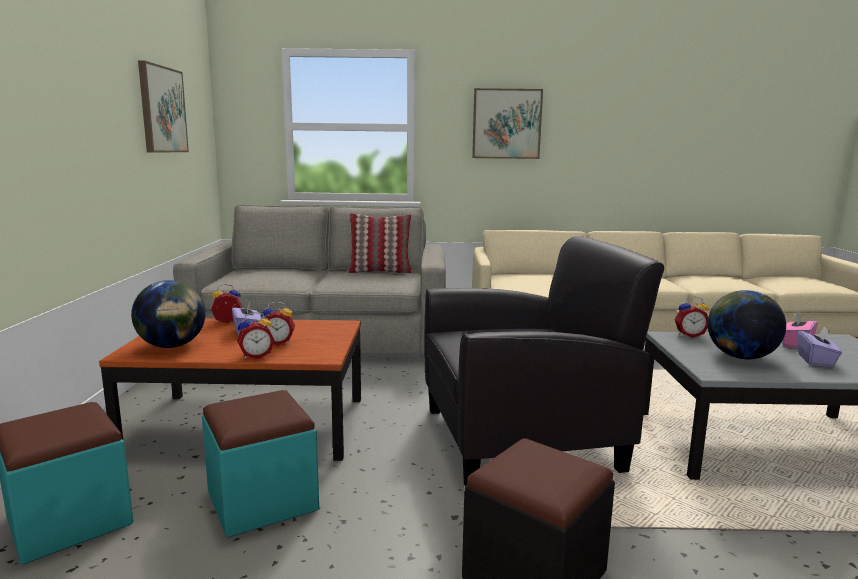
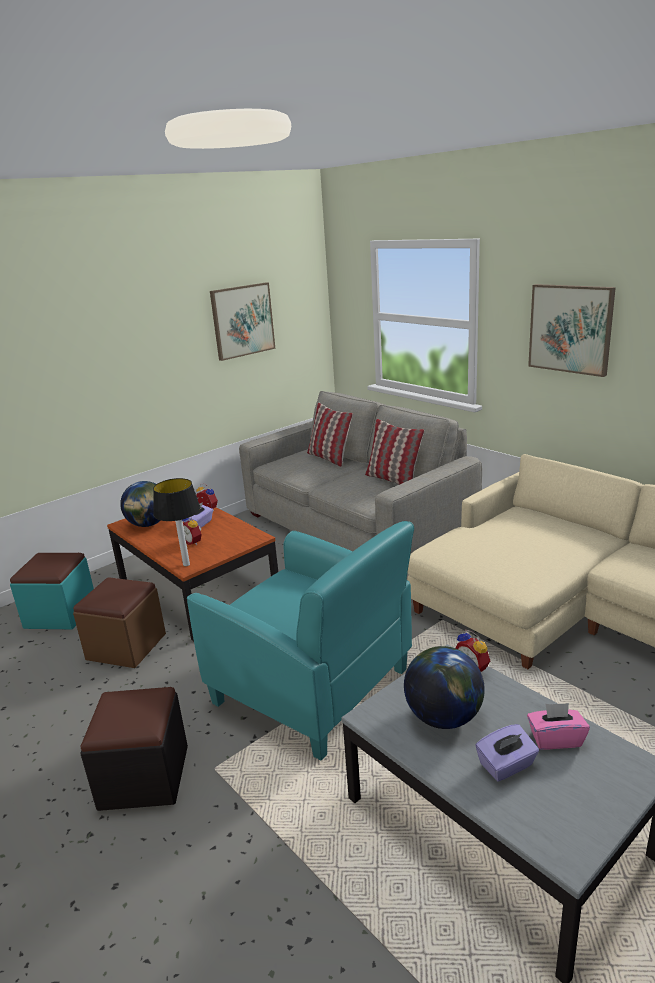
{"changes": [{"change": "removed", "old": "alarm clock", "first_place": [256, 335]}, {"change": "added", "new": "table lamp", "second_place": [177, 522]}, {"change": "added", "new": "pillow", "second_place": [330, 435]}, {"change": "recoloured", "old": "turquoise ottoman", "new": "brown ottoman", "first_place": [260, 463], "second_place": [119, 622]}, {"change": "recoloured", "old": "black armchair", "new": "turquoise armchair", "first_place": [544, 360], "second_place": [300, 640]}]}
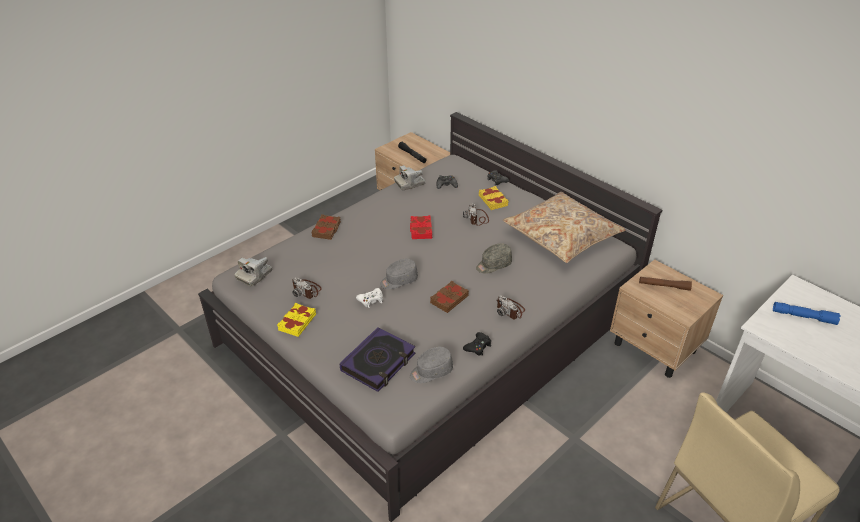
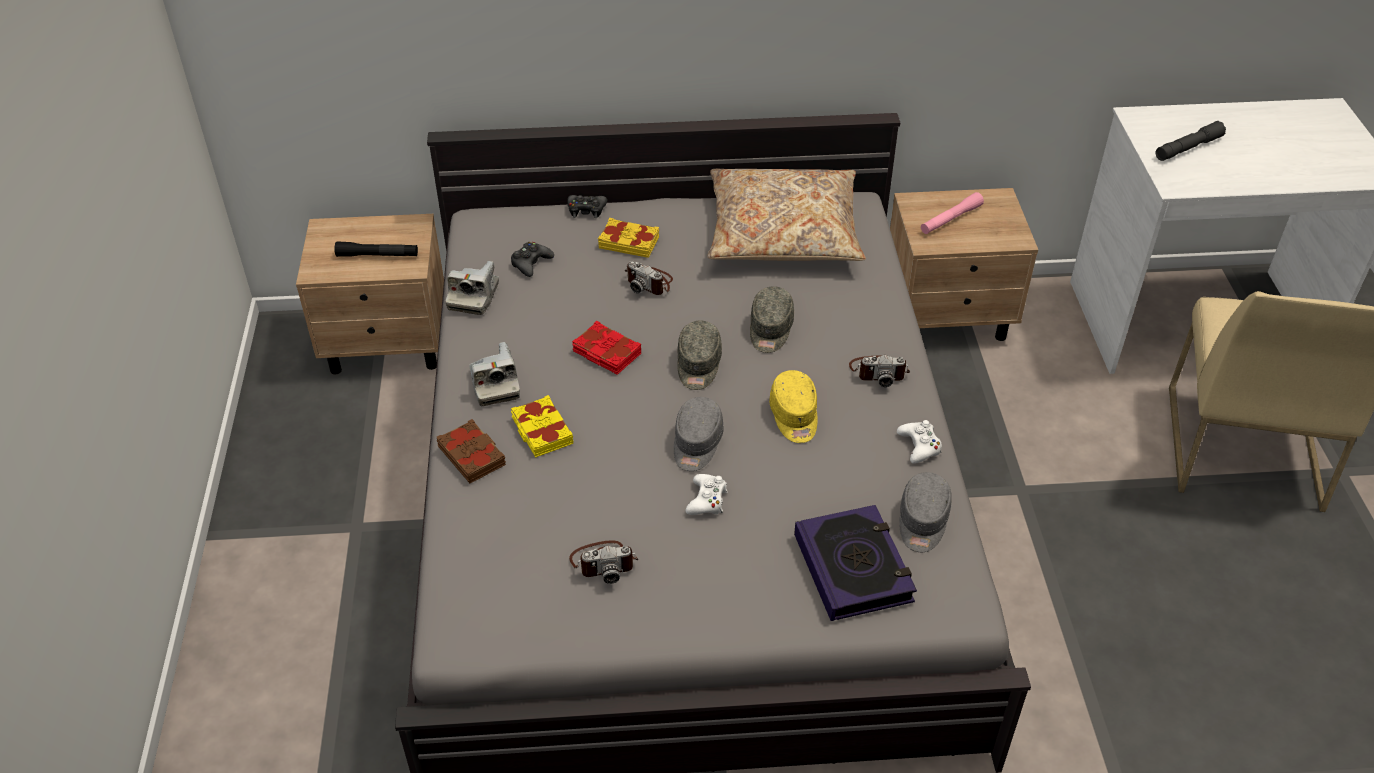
{"changes": [{"change": "added", "new": "grey cap", "second_place": [699, 355]}, {"change": "moved", "old": "photo camera", "first_place": [253, 272], "second_place": [494, 374]}, {"change": "moved", "old": "yellow book", "first_place": [296, 320], "second_place": [542, 426]}, {"change": "replaced", "old": "brown book", "new": "yellow cap", "first_place": [449, 297], "second_place": [793, 406]}, {"change": "recoloured", "old": "black game controller", "new": "white game controller", "first_place": [477, 344], "second_place": [919, 442]}, {"change": "recoloured", "old": "brown flashlight", "new": "pink flashlight", "first_place": [665, 284], "second_place": [952, 213]}, {"change": "recoloured", "old": "blue flashlight", "new": "grey flashlight", "first_place": [806, 313], "second_place": [1191, 141]}]}
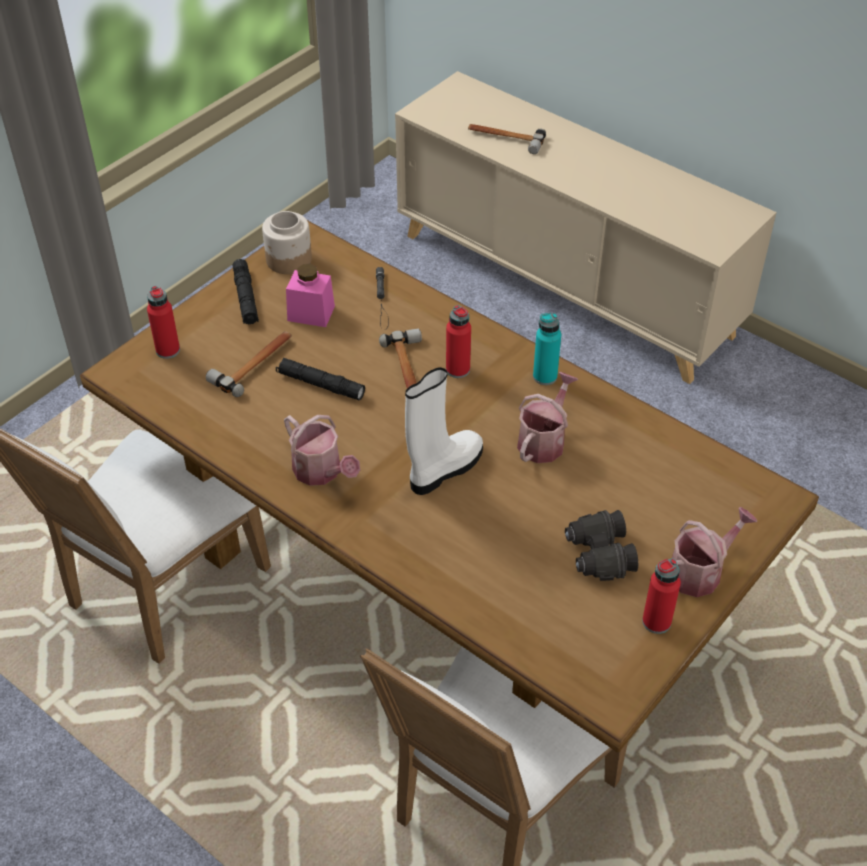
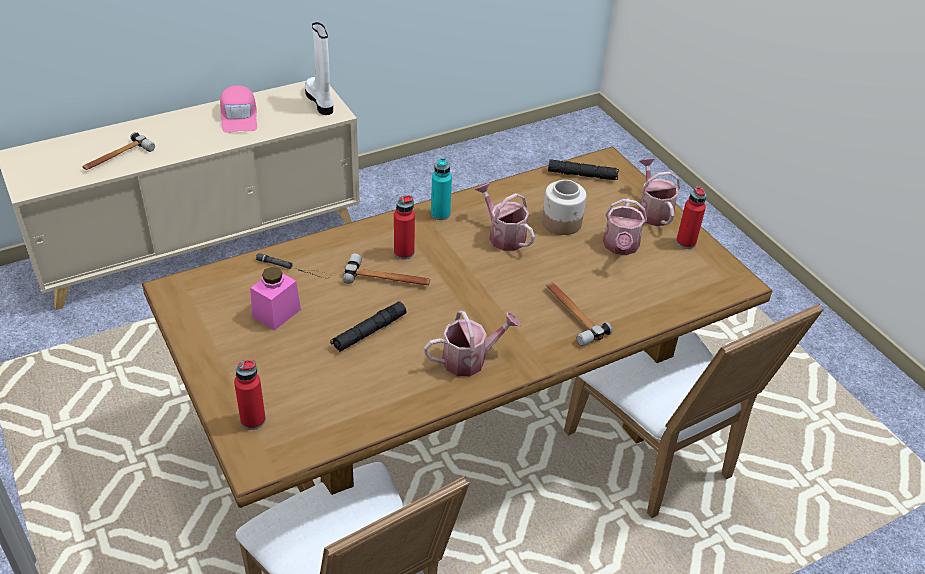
{"changes": [{"change": "added", "new": "pink cap", "second_place": [238, 109]}, {"change": "moved", "old": "hammer", "first_place": [249, 364], "second_place": [579, 314]}, {"change": "moved", "old": "black flashlight", "first_place": [246, 291], "second_place": [583, 170]}, {"change": "moved", "old": "jar", "first_place": [287, 242], "second_place": [564, 207]}, {"change": "moved", "old": "white boot", "first_place": [444, 431], "second_place": [319, 68]}, {"change": "replaced", "old": "black binoculars", "new": "watering can", "first_place": [601, 545], "second_place": [625, 226]}]}
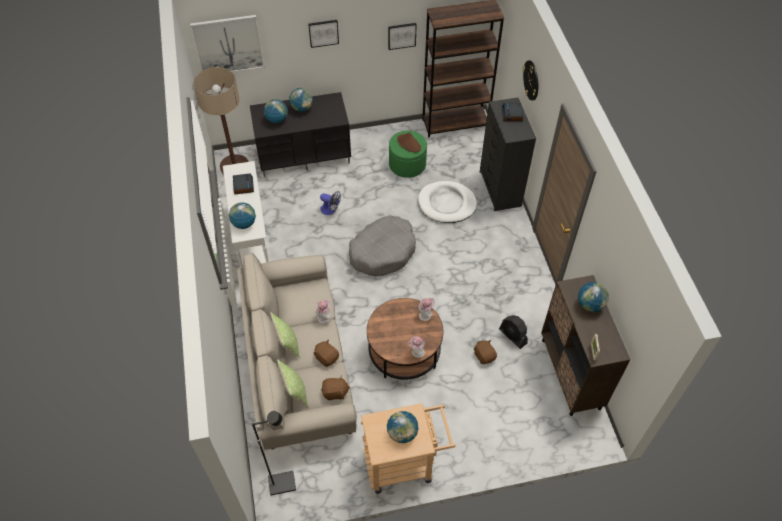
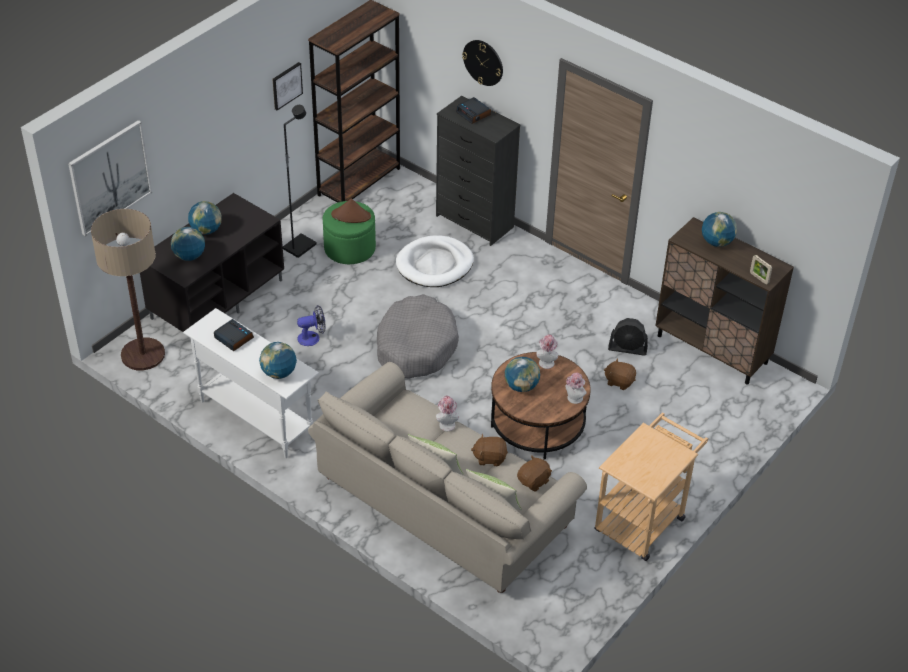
{"changes": [{"change": "removed", "old": "picture", "first_place": [323, 34]}, {"change": "moved", "old": "black floor lamp", "first_place": [274, 453], "second_place": [299, 181]}, {"change": "moved", "old": "globe", "first_place": [402, 427], "second_place": [522, 374]}]}
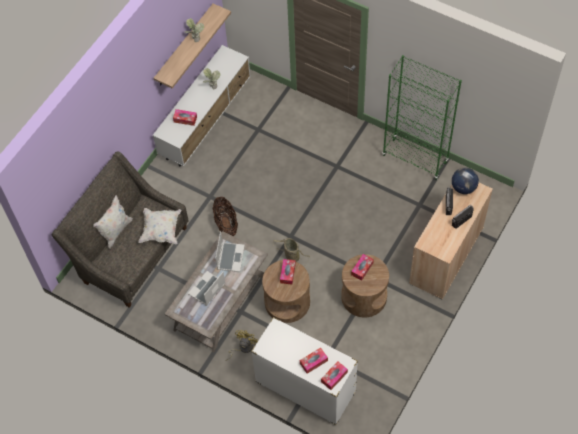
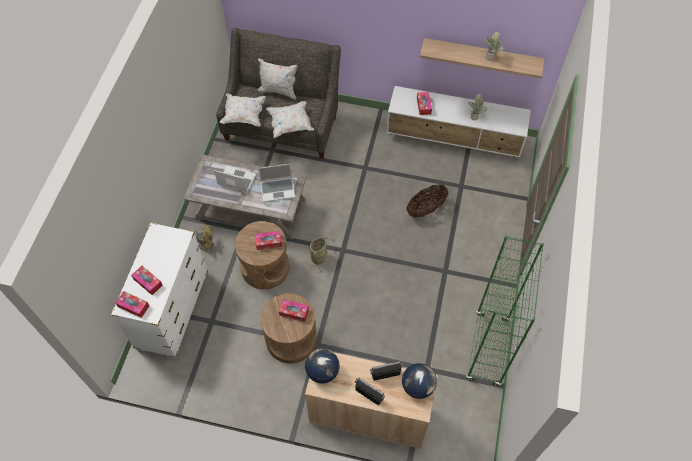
{"changes": [{"change": "added", "new": "white pillow", "second_place": [243, 110]}, {"change": "added", "new": "globe", "second_place": [322, 365]}, {"change": "moved", "old": "basket", "first_place": [225, 216], "second_place": [427, 201]}]}
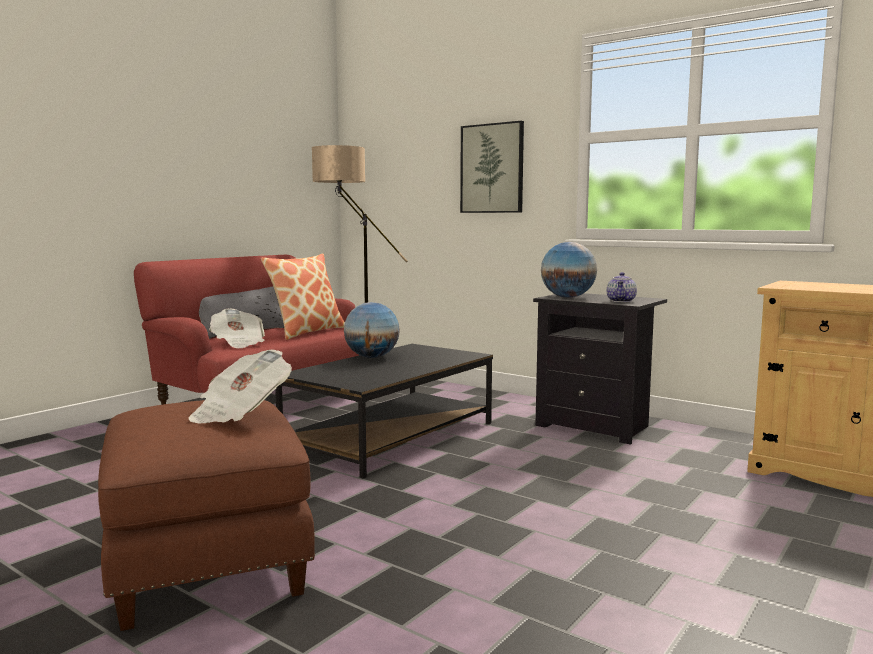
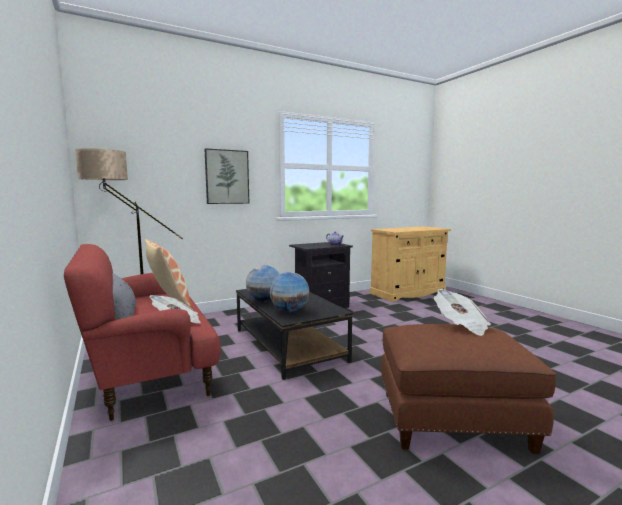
{"changes": [{"change": "moved", "old": "globe", "first_place": [569, 270], "second_place": [289, 292]}]}
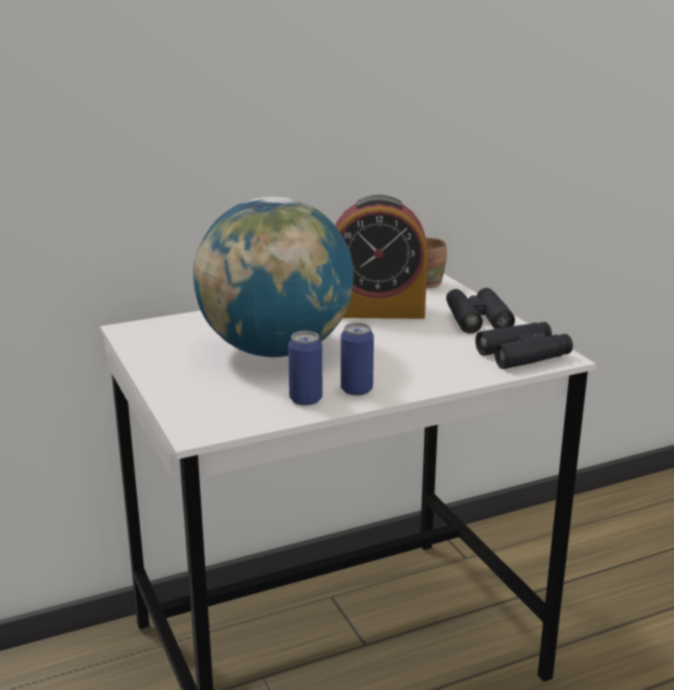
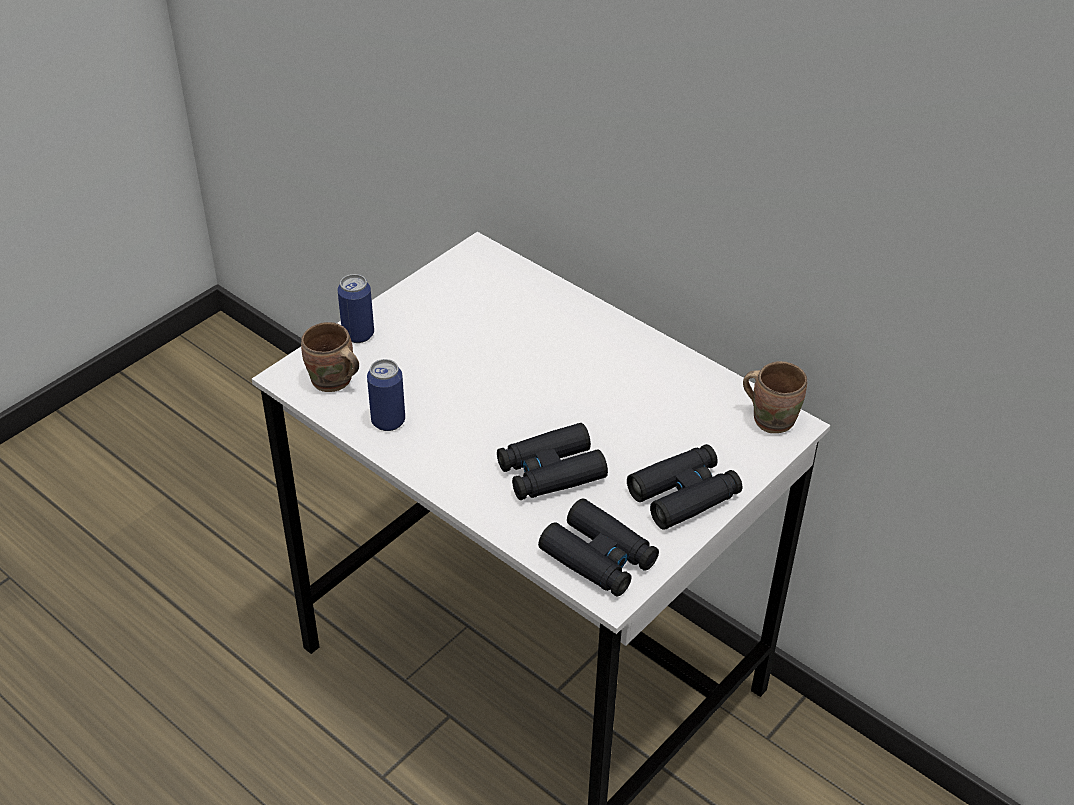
{"changes": [{"change": "removed", "old": "globe", "first_place": [273, 276]}, {"change": "removed", "old": "alarm clock", "first_place": [381, 256]}, {"change": "added", "new": "brown mug", "second_place": [330, 357]}, {"change": "added", "new": "black binoculars", "second_place": [552, 461]}, {"change": "moved", "old": "can", "first_place": [357, 359], "second_place": [355, 308]}]}
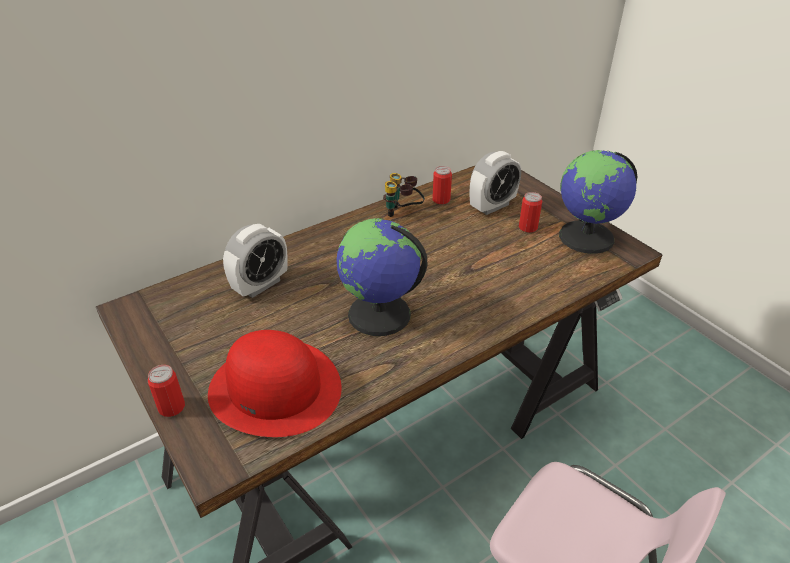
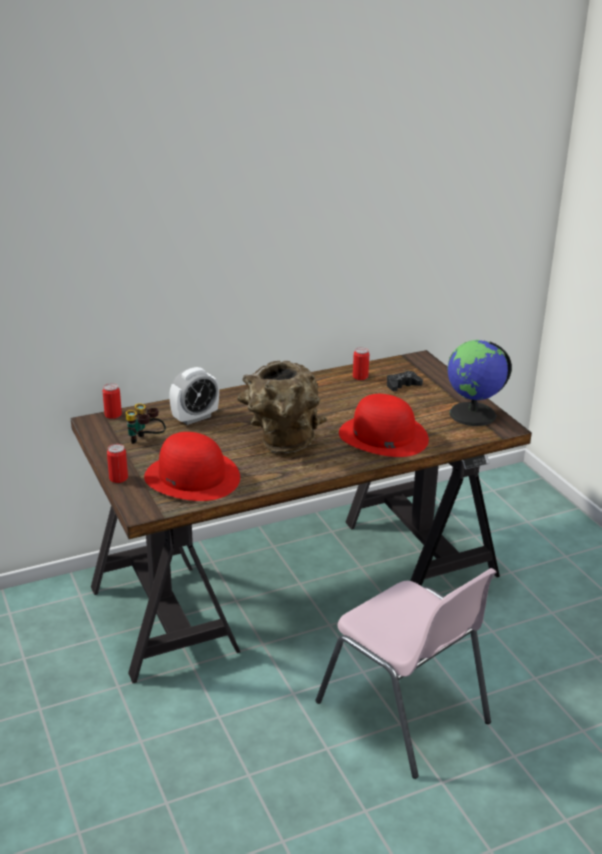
{"changes": [{"change": "added", "new": "red hat", "second_place": [384, 425]}, {"change": "moved", "old": "binoculars", "first_place": [404, 195], "second_place": [146, 423]}, {"change": "moved", "old": "can", "first_place": [530, 212], "second_place": [112, 401]}, {"change": "replaced", "old": "globe", "new": "brown vase", "first_place": [381, 277], "second_place": [282, 407]}, {"change": "replaced", "old": "alarm clock", "new": "black game controller", "first_place": [495, 183], "second_place": [405, 381]}]}
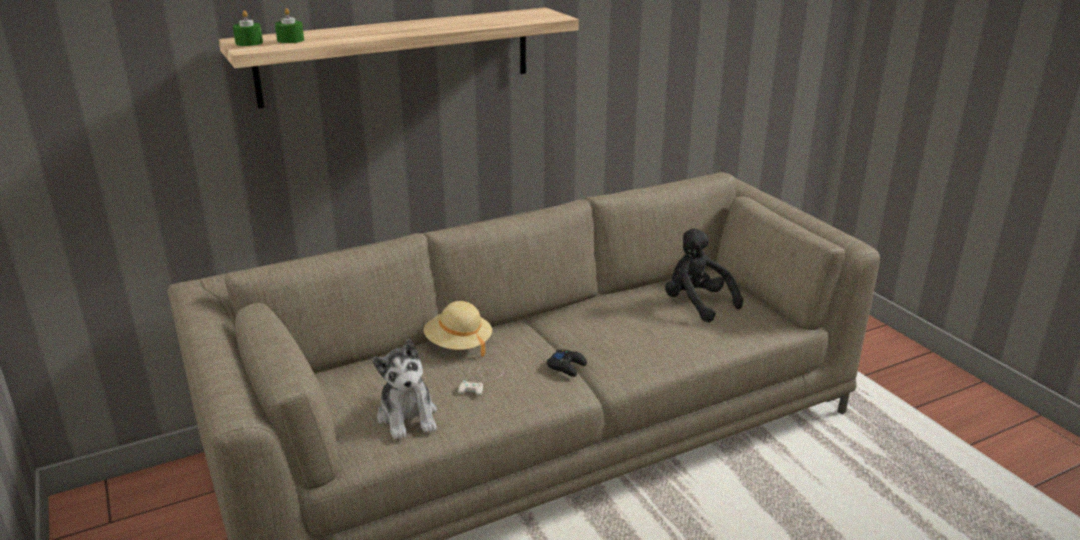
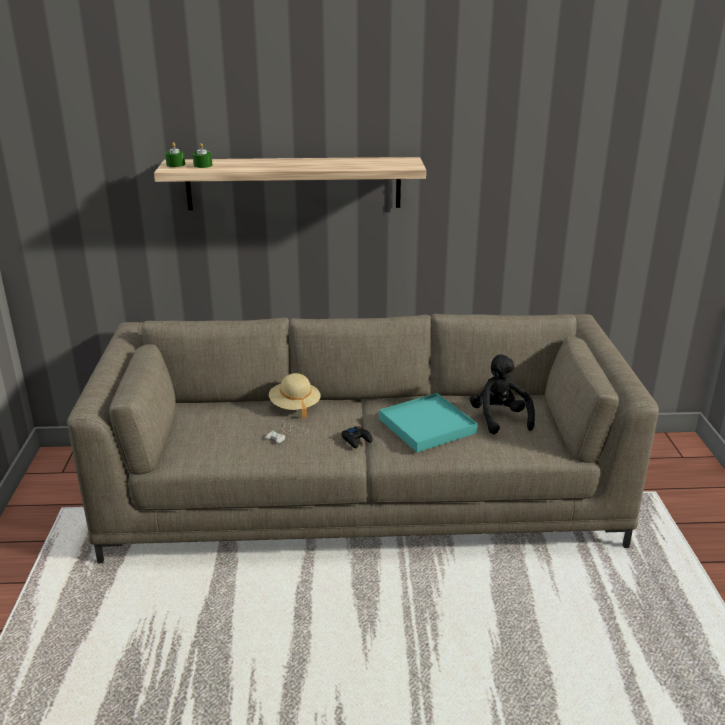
{"changes": [{"change": "removed", "old": "plush toy", "first_place": [404, 389]}, {"change": "added", "new": "turquoise tray", "second_place": [428, 422]}]}
